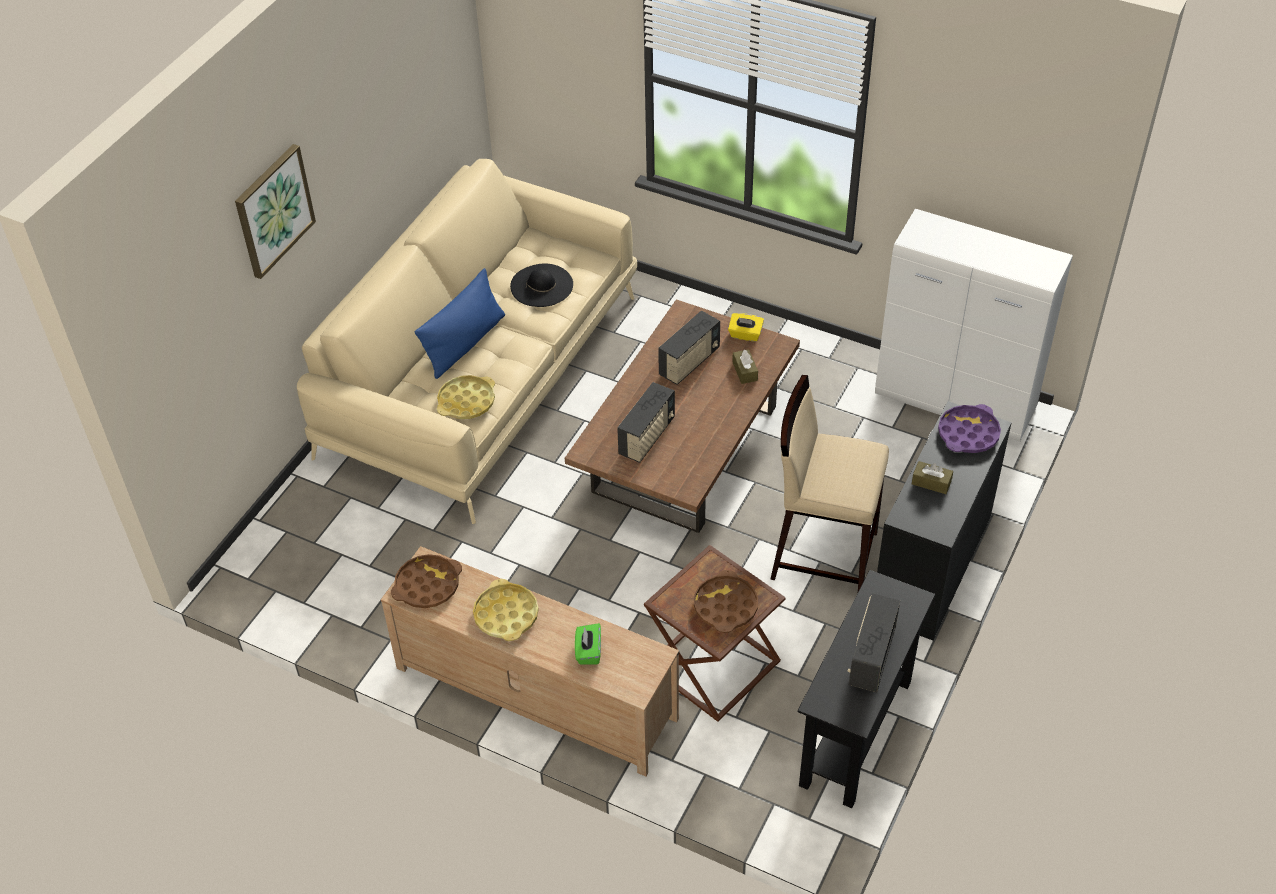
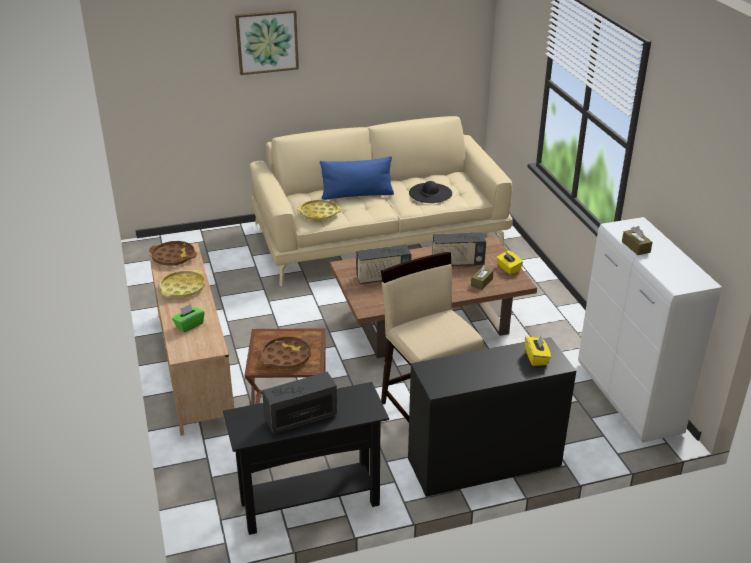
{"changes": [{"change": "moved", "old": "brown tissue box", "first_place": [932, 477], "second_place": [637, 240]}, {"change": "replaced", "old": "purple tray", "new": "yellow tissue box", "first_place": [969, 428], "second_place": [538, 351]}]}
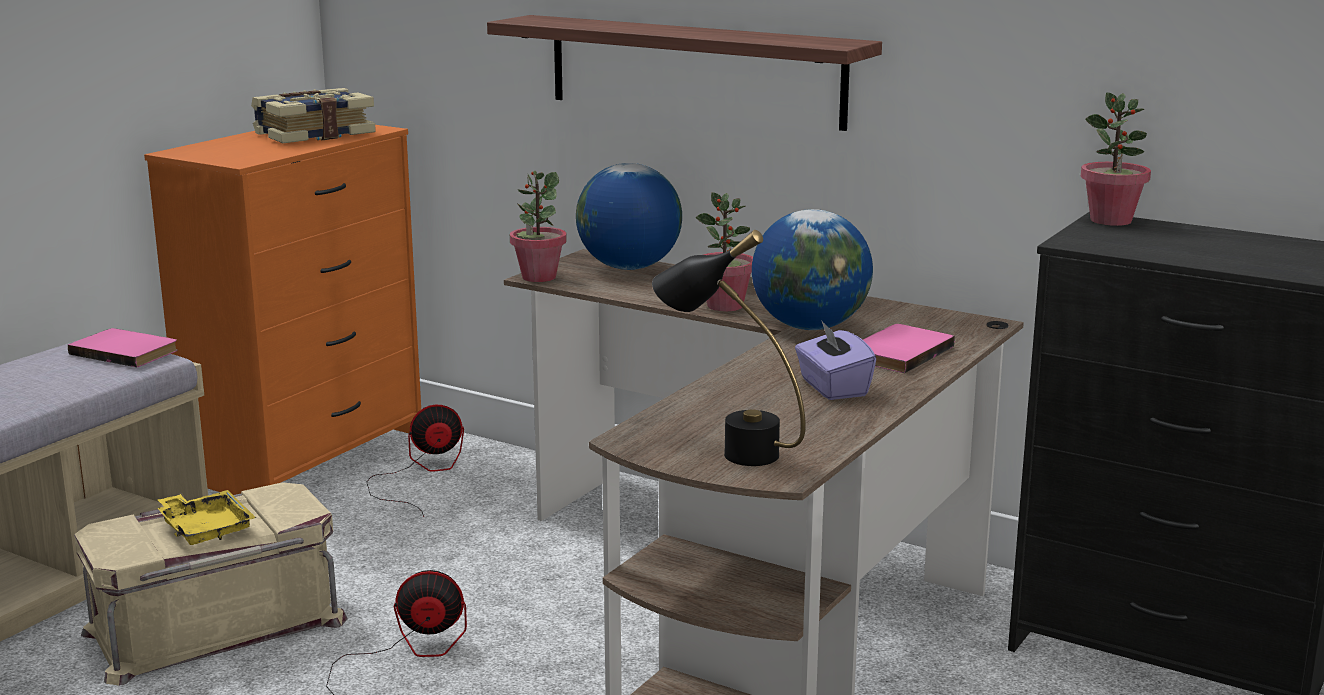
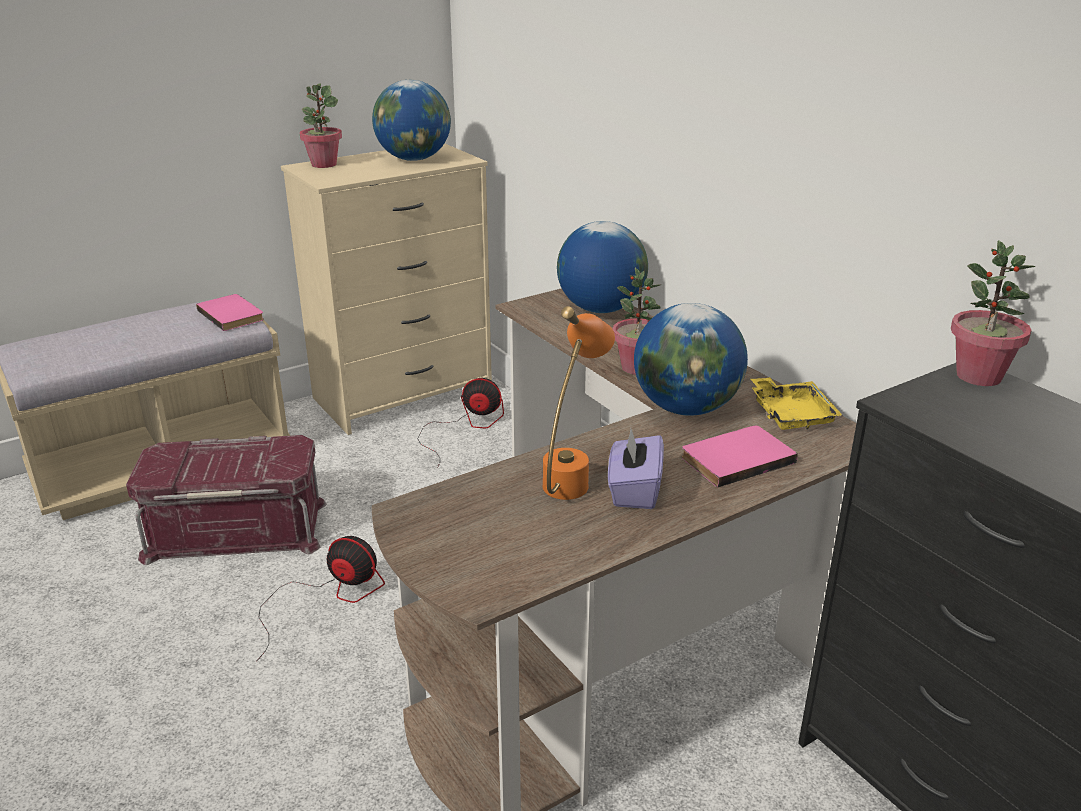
{"changes": [{"change": "removed", "old": "shelf", "first_place": [684, 73]}, {"change": "removed", "old": "black table lamp", "first_place": [729, 348]}, {"change": "added", "new": "orange table lamp", "second_place": [579, 403]}, {"change": "moved", "old": "yellow tray", "first_place": [207, 517], "second_place": [797, 403]}, {"change": "moved", "old": "potted plant", "first_place": [538, 226], "second_place": [321, 126]}, {"change": "replaced", "old": "book", "new": "globe", "first_place": [313, 115], "second_place": [411, 120]}, {"change": "recoloured", "old": "beige storage box", "new": "red storage box", "first_place": [210, 583], "second_place": [226, 500]}, {"change": "recoloured", "old": "orange dresser", "new": "beige dresser", "first_place": [282, 310], "second_place": [386, 289]}]}
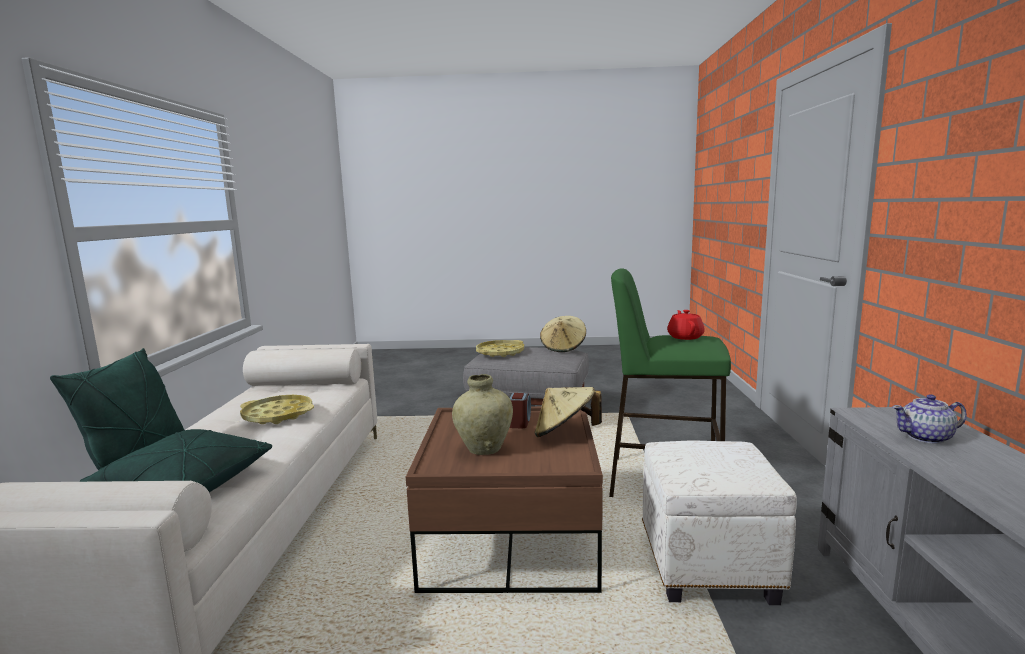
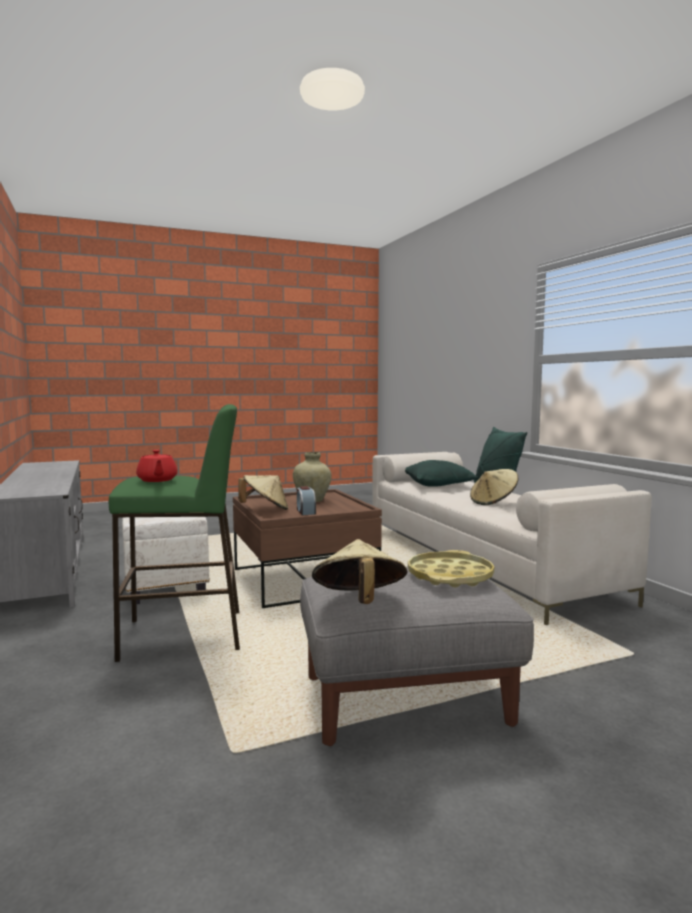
{"changes": [{"change": "removed", "old": "teapot", "first_place": [929, 419]}, {"change": "replaced", "old": "yellow tray", "new": "beige hat", "first_place": [277, 409], "second_place": [494, 487]}]}
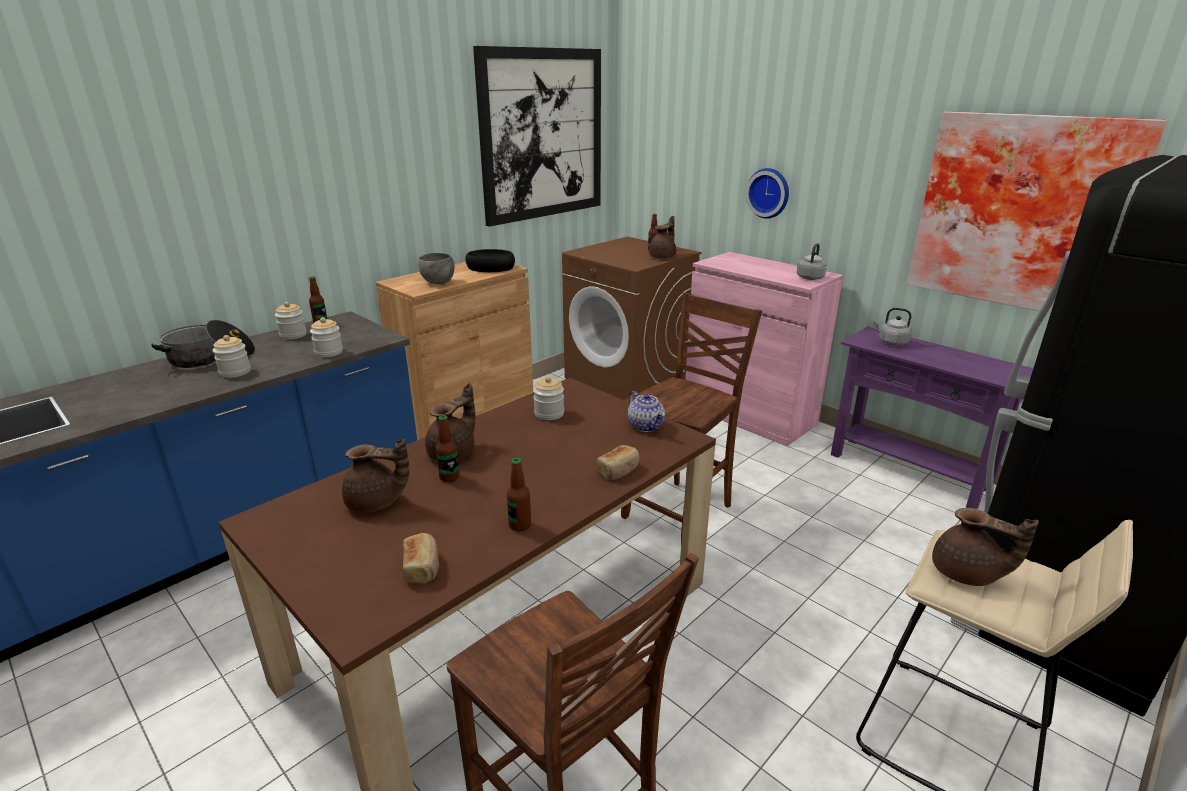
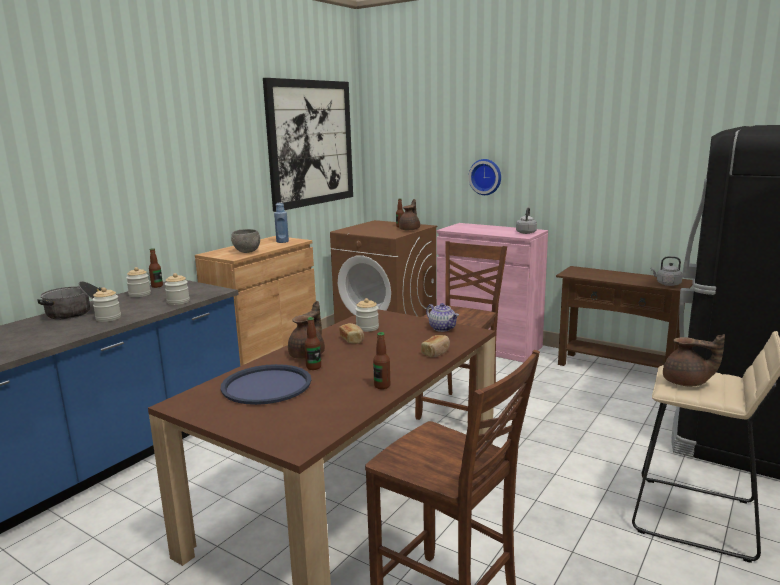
{"changes": [{"change": "removed", "old": "picture", "first_place": [1037, 212]}, {"change": "moved", "old": "bread", "first_place": [421, 558], "second_place": [351, 333]}, {"change": "moved", "old": "grey kettle", "first_place": [892, 327], "second_place": [666, 271]}, {"change": "replaced", "old": "brown teapot", "new": "blue tray", "first_place": [375, 475], "second_place": [265, 384]}, {"change": "replaced", "old": "black bowl", "new": "blue bottle", "first_place": [490, 260], "second_place": [281, 222]}, {"change": "recoloured", "old": "purple console table", "new": "brown console table", "first_place": [932, 418], "second_place": [624, 317]}]}
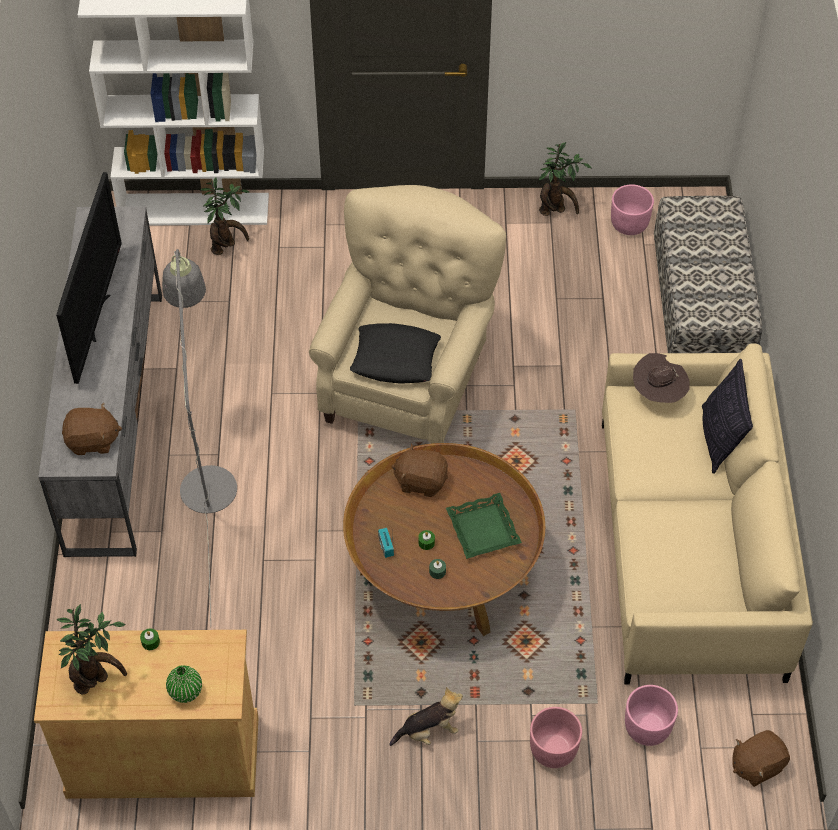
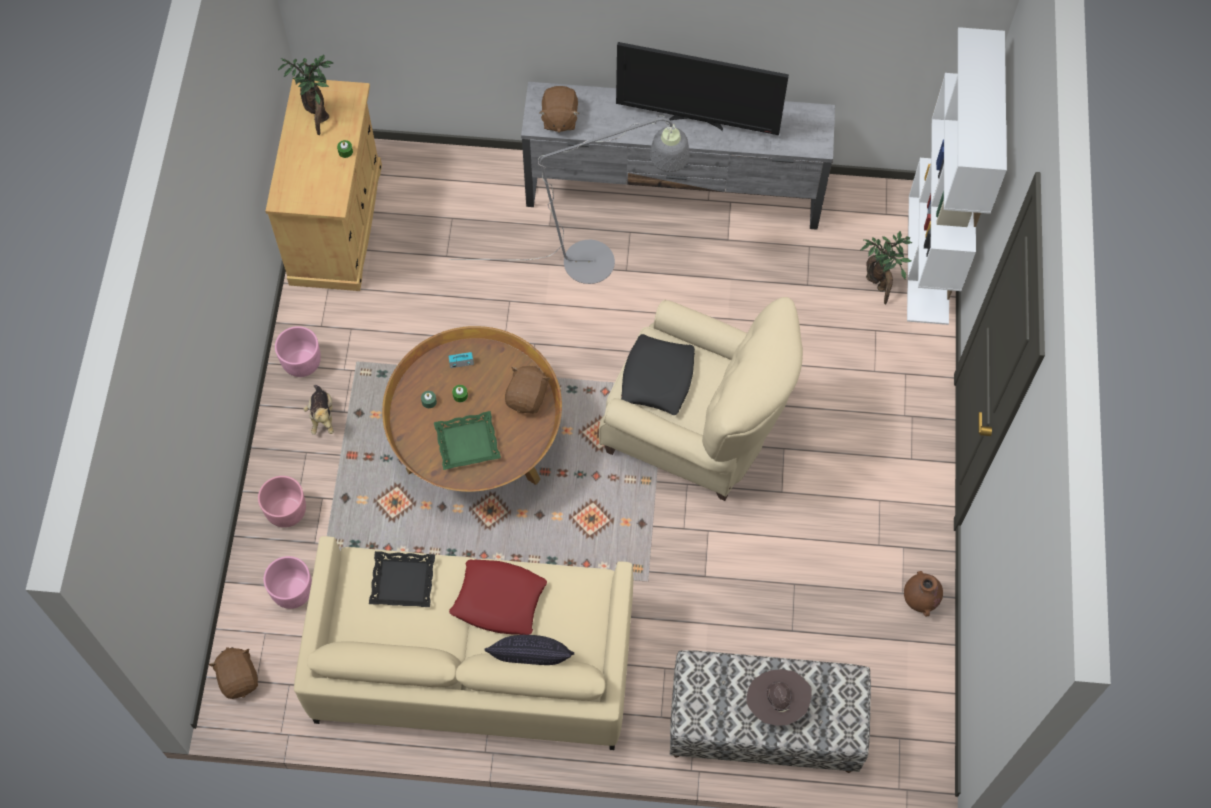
{"changes": [{"change": "removed", "old": "green vase", "first_place": [184, 684]}, {"change": "added", "new": "black tray", "second_place": [402, 579]}, {"change": "added", "new": "red pillow", "second_place": [498, 597]}, {"change": "moved", "old": "pink planter", "first_place": [632, 209], "second_place": [298, 351]}, {"change": "moved", "old": "brown hat", "first_place": [661, 378], "second_place": [779, 697]}, {"change": "replaced", "old": "potted plant", "new": "brown vase", "first_place": [564, 179], "second_place": [923, 593]}]}
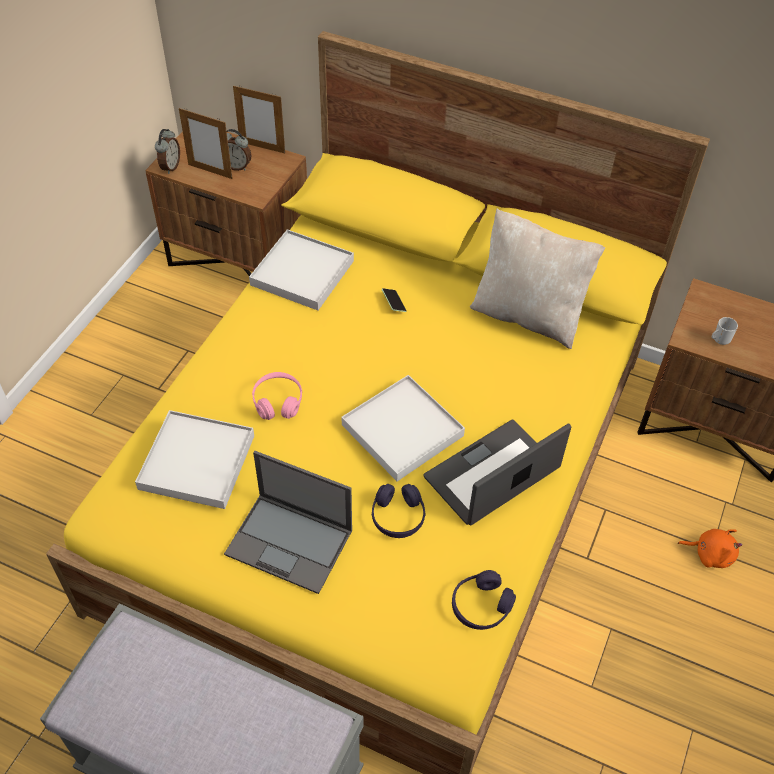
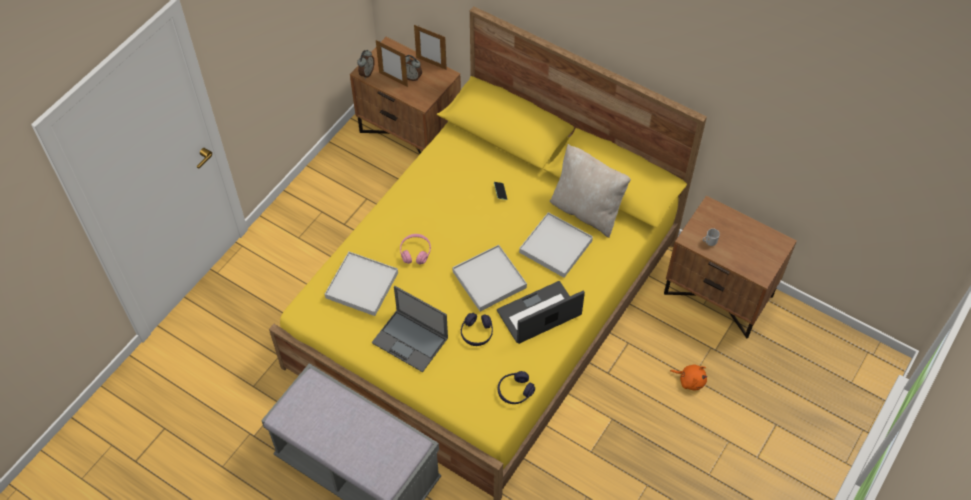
{"changes": [{"change": "moved", "old": "white tray", "first_place": [301, 269], "second_place": [556, 245]}]}
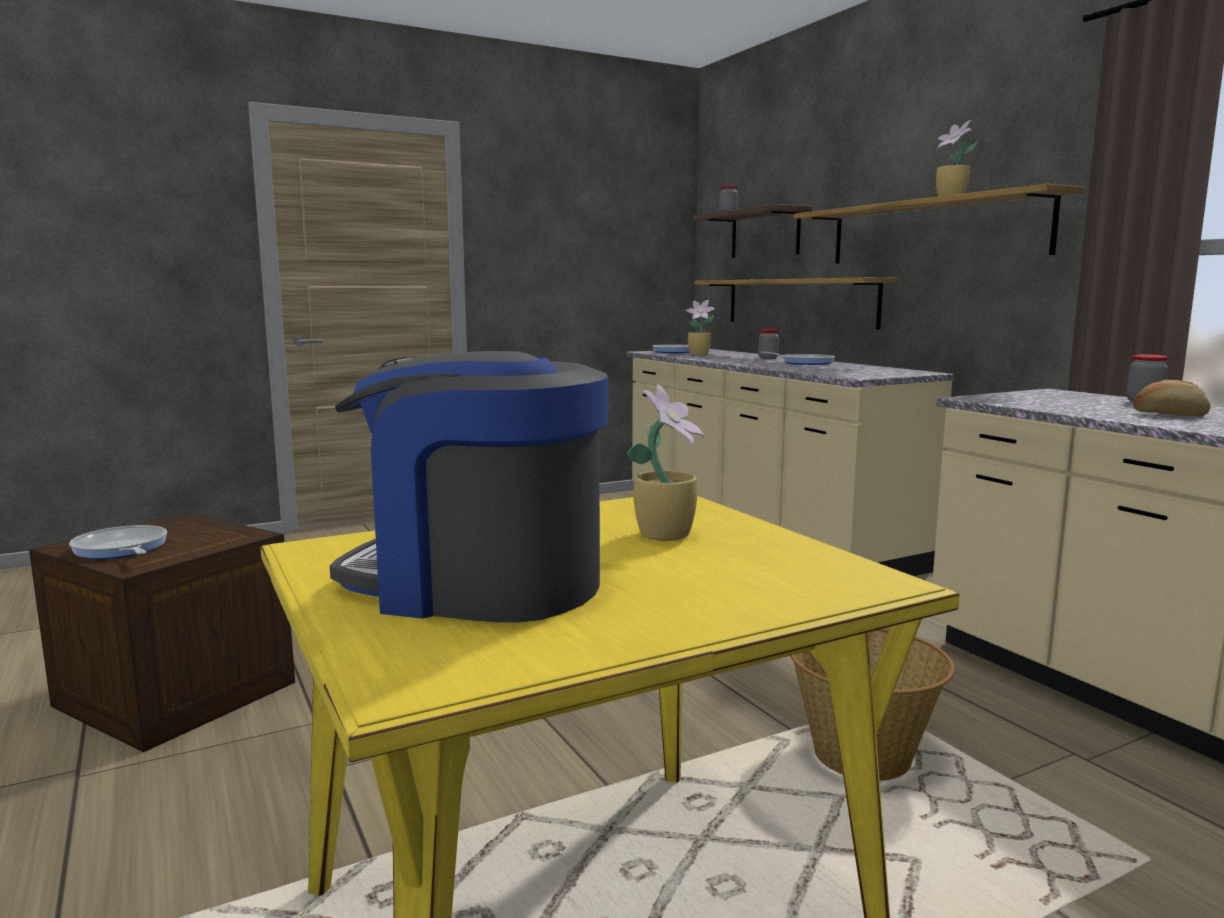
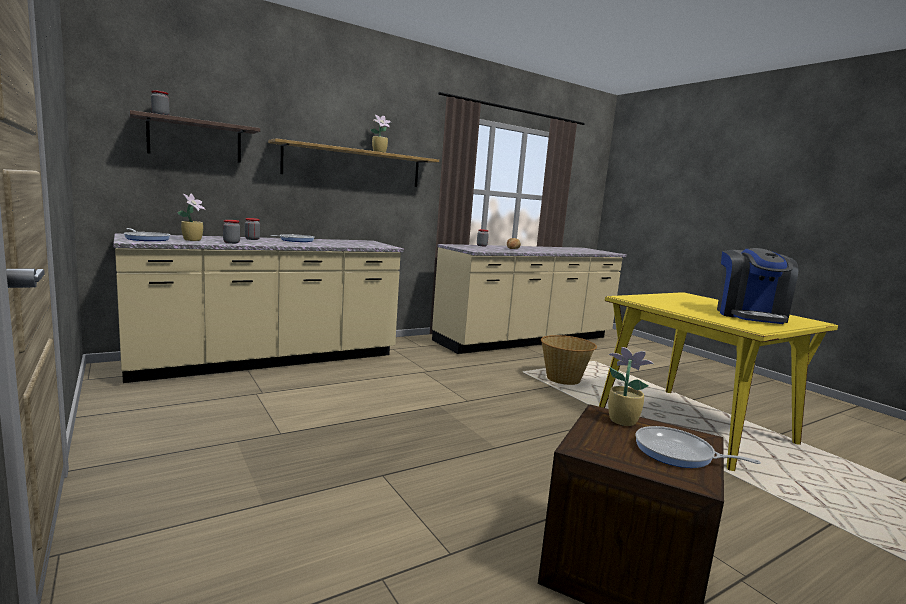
{"changes": [{"change": "removed", "old": "shelf", "first_place": [796, 304]}, {"change": "added", "new": "jar", "second_place": [231, 232]}, {"change": "moved", "old": "potted plant", "first_place": [666, 462], "second_place": [631, 386]}, {"change": "turned", "old": "frying pan", "first_place": [118, 542], "second_place": [698, 447], "degrees": 75}]}
